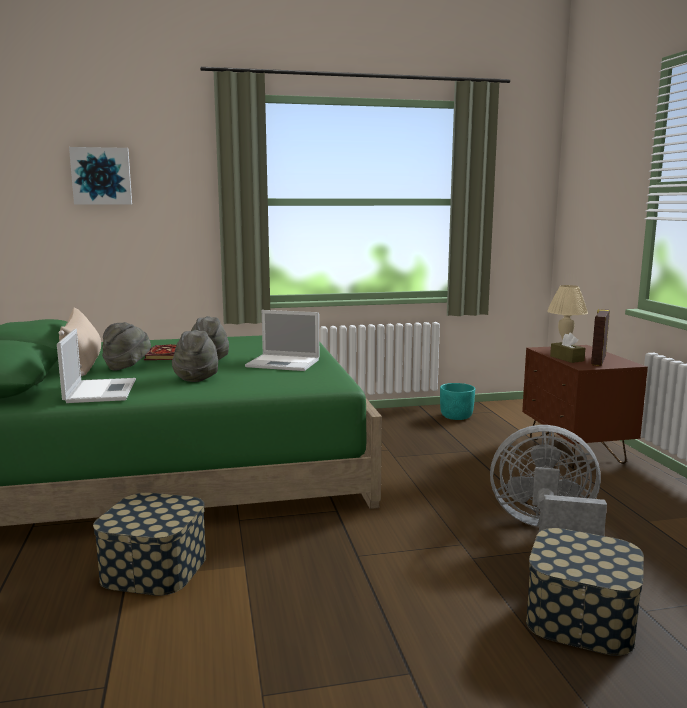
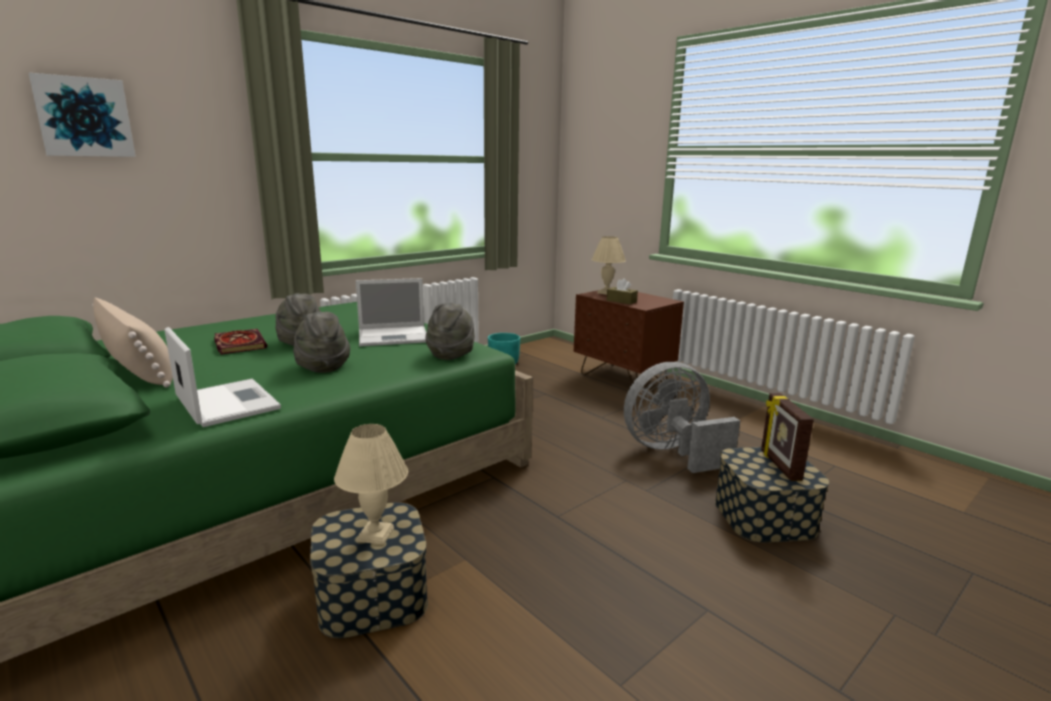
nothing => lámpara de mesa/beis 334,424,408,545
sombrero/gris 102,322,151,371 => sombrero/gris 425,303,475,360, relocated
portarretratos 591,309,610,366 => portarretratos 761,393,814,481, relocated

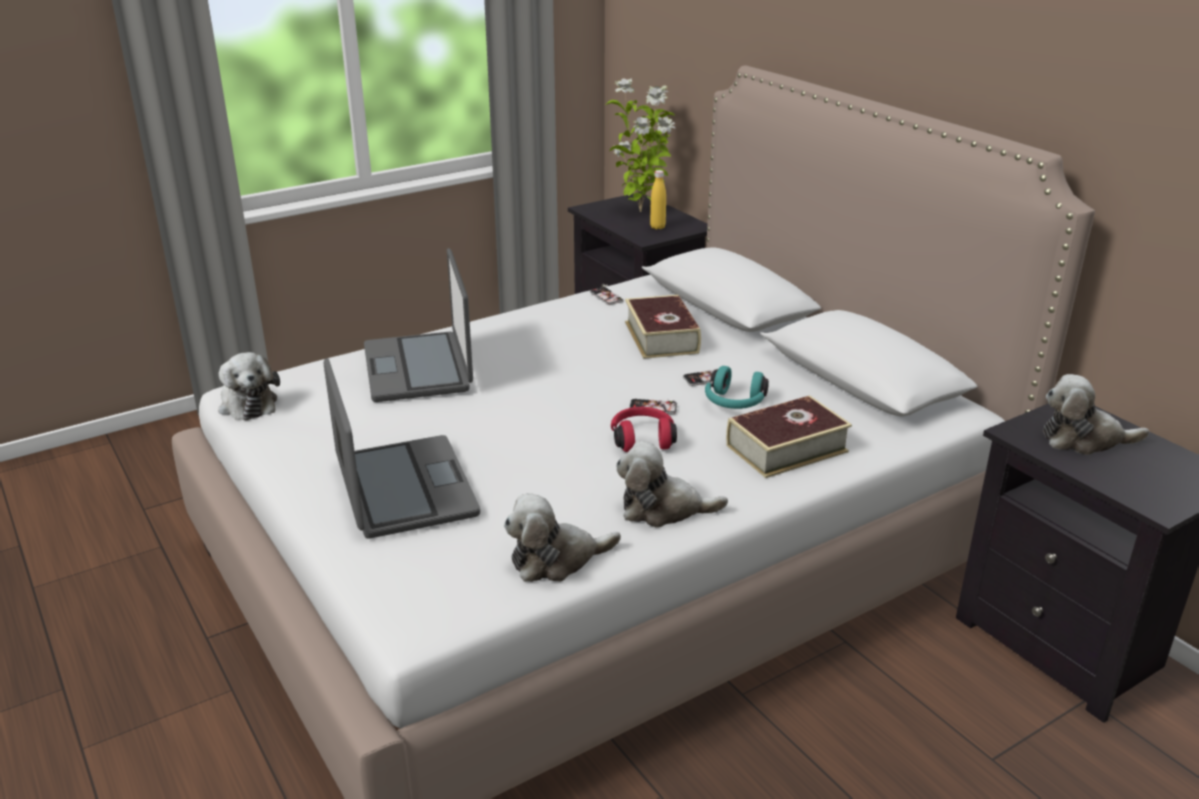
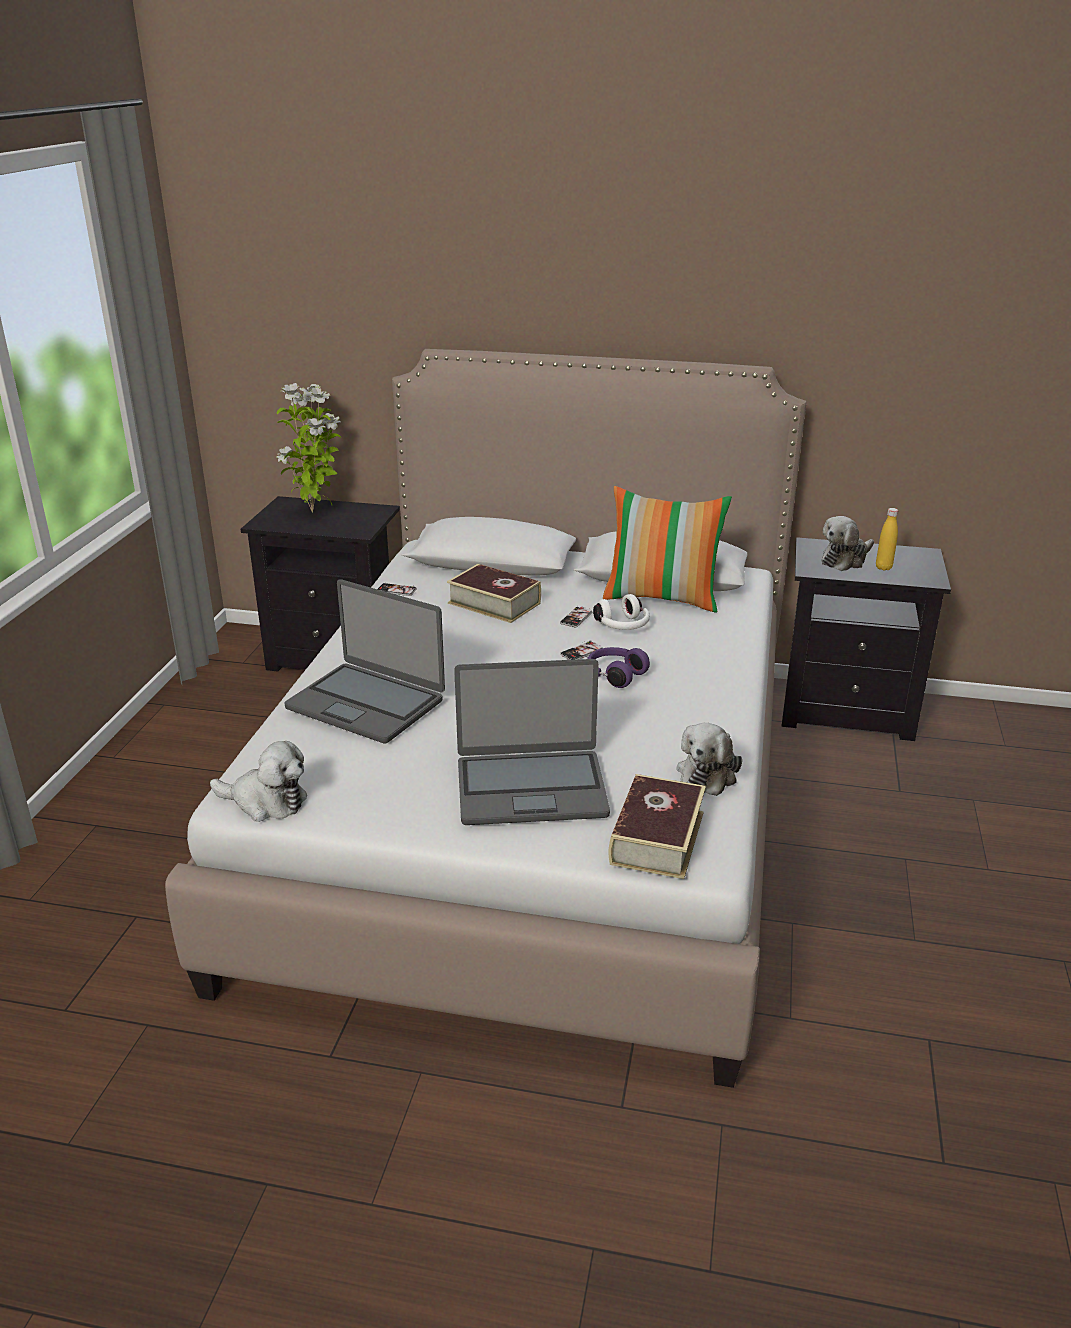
peluche 616,441,728,528 => nothing
nothing => cojín 603,486,732,612
botella/amarillo 650,170,666,229 => botella/amarillo 876,508,898,570, relocated
libro 726,395,852,478 => libro 609,774,706,879, relocated
auriculares/rojo 611,407,677,452 => auriculares/morado 587,647,650,688
auriculares/turquesa 705,366,769,409 => auriculares/blanco 593,594,650,630
portátil 324,358,480,538 => portátil 454,659,610,825, 150 degrees clockwise

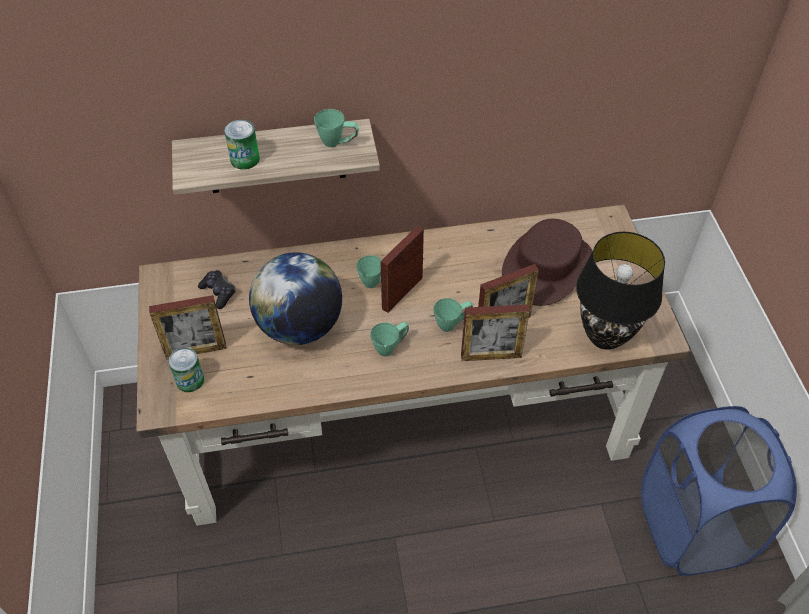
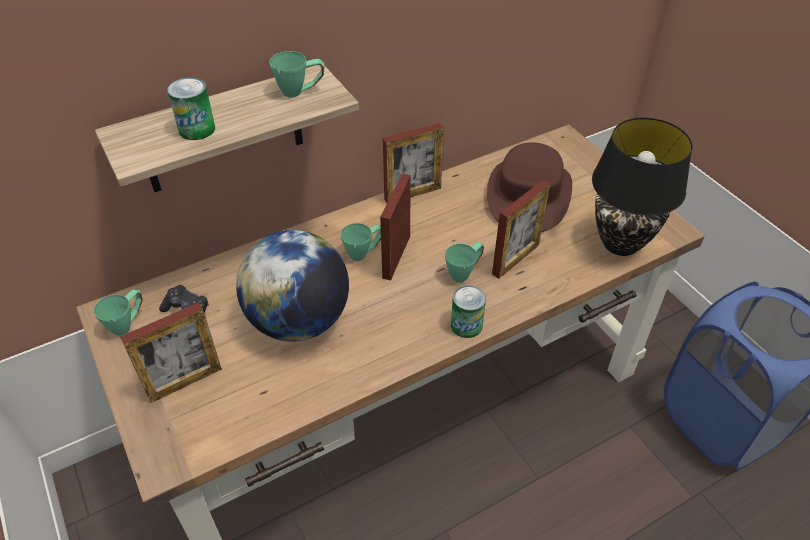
lata 168,348,204,392 => lata 451,285,486,338, relocated
taza grande/verde 370,322,409,357 => taza grande/verde 94,289,143,336, relocated
portarretratos 461,304,530,361 => portarretratos 383,123,444,203, relocated

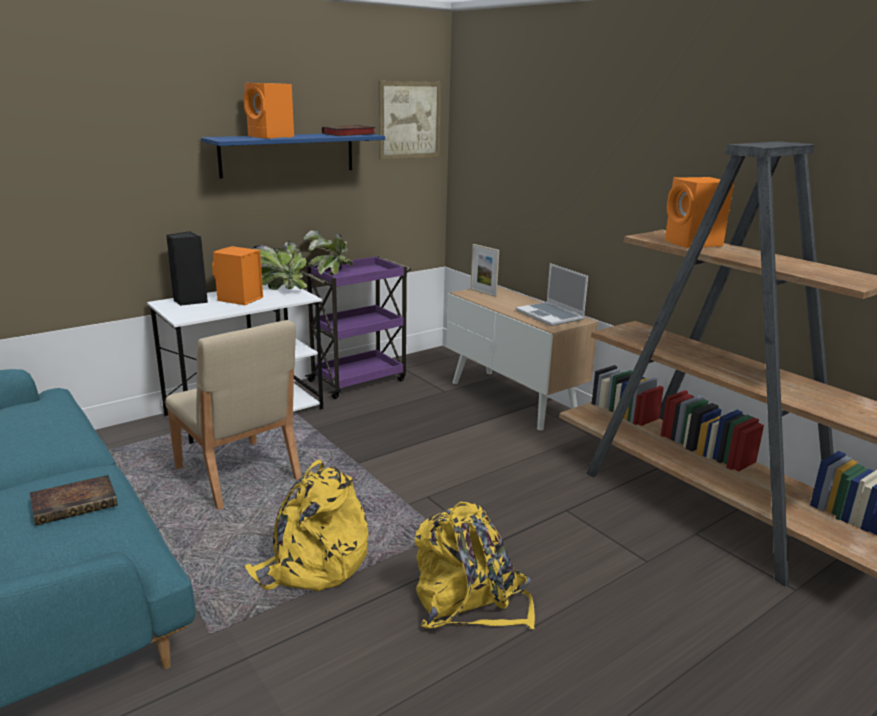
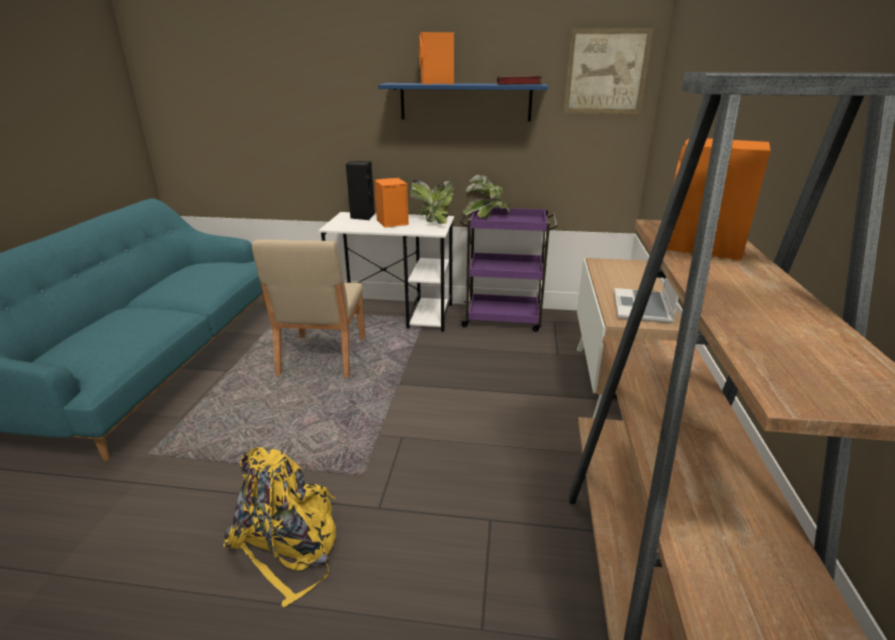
libro 30,475,118,526 => nothing
mochila/amarillo 244,460,368,591 => nothing
portarretratos 471,244,499,297 => nothing

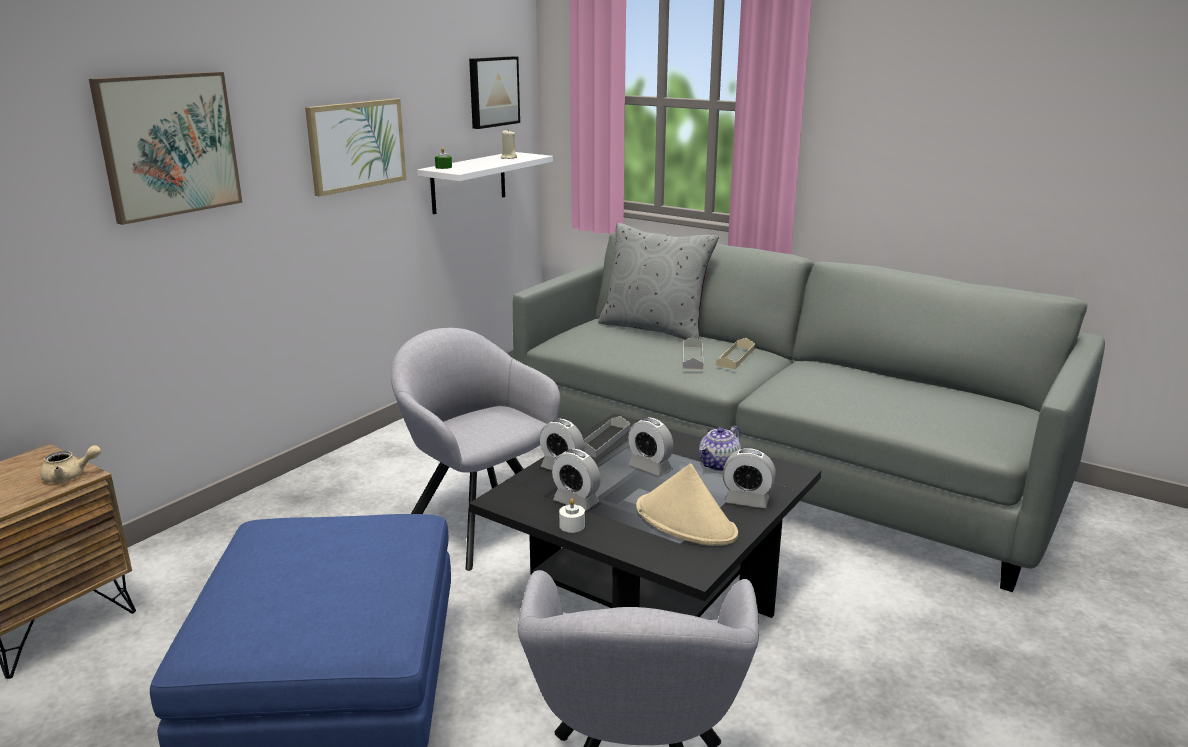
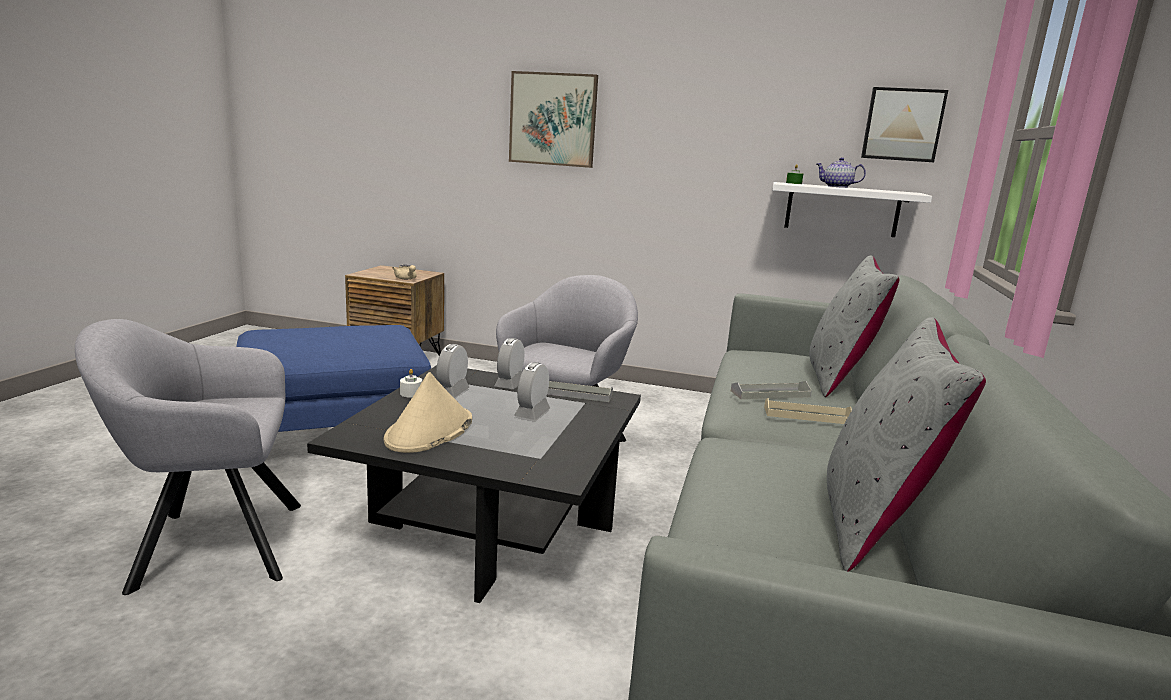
cuadro 305,98,406,197 => nothing
vela/beis 501,130,517,159 => nothing
despertador 723,448,776,508 => nothing
nothing => cojín/gris 827,317,986,572
tetera 699,426,741,471 => tetera 816,157,866,188, relocated

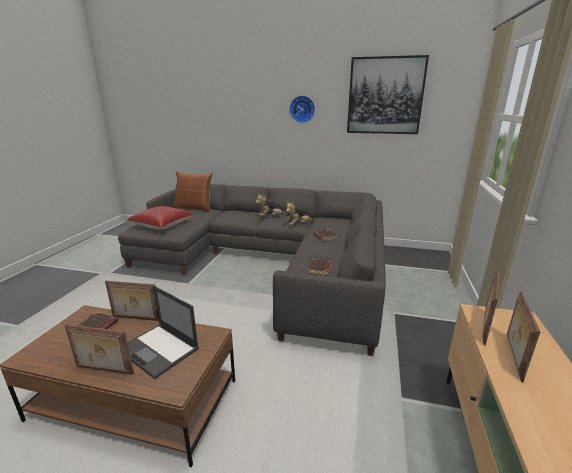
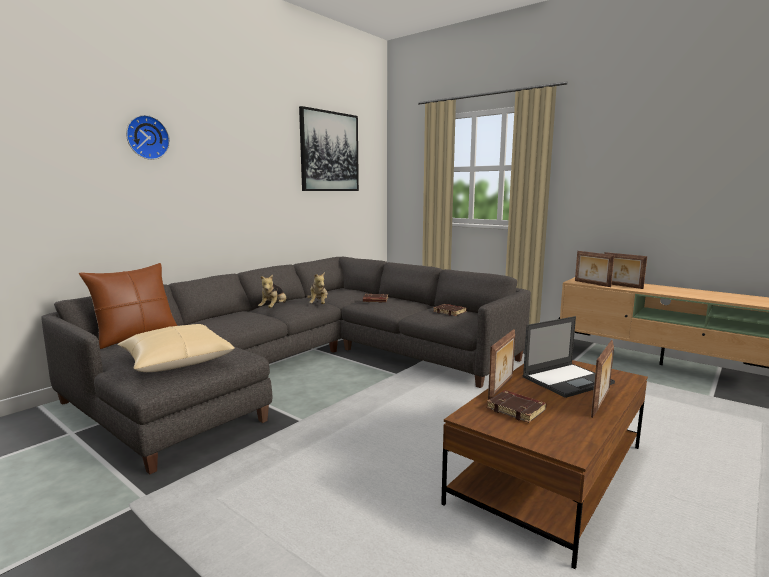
reloj de pared 289,95,315,123 => reloj de pared 126,115,170,160, relocated
cojín/rojo 128,206,194,229 => cojín/beis 117,324,235,372

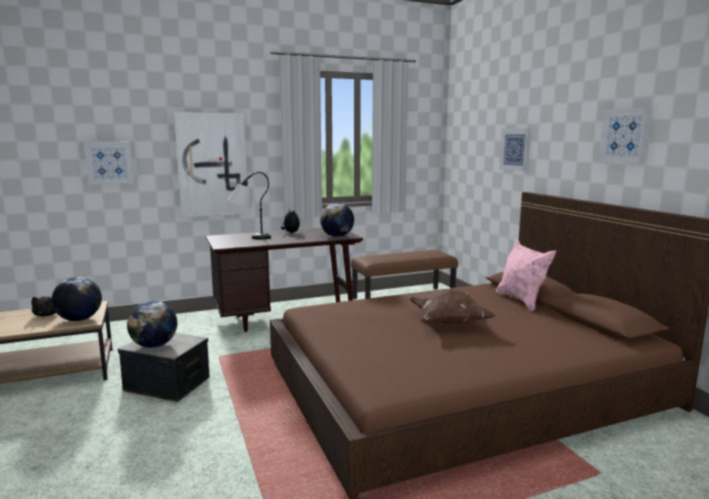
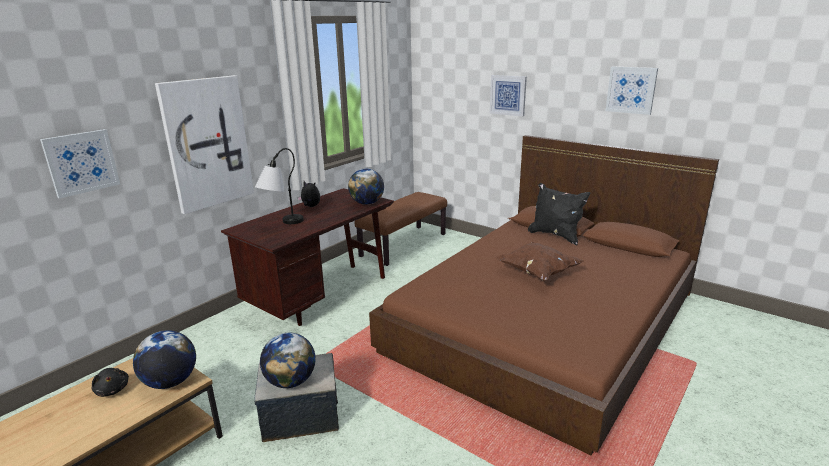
cojín/rosa 496,239,557,312 => cojín/negro 528,183,590,245

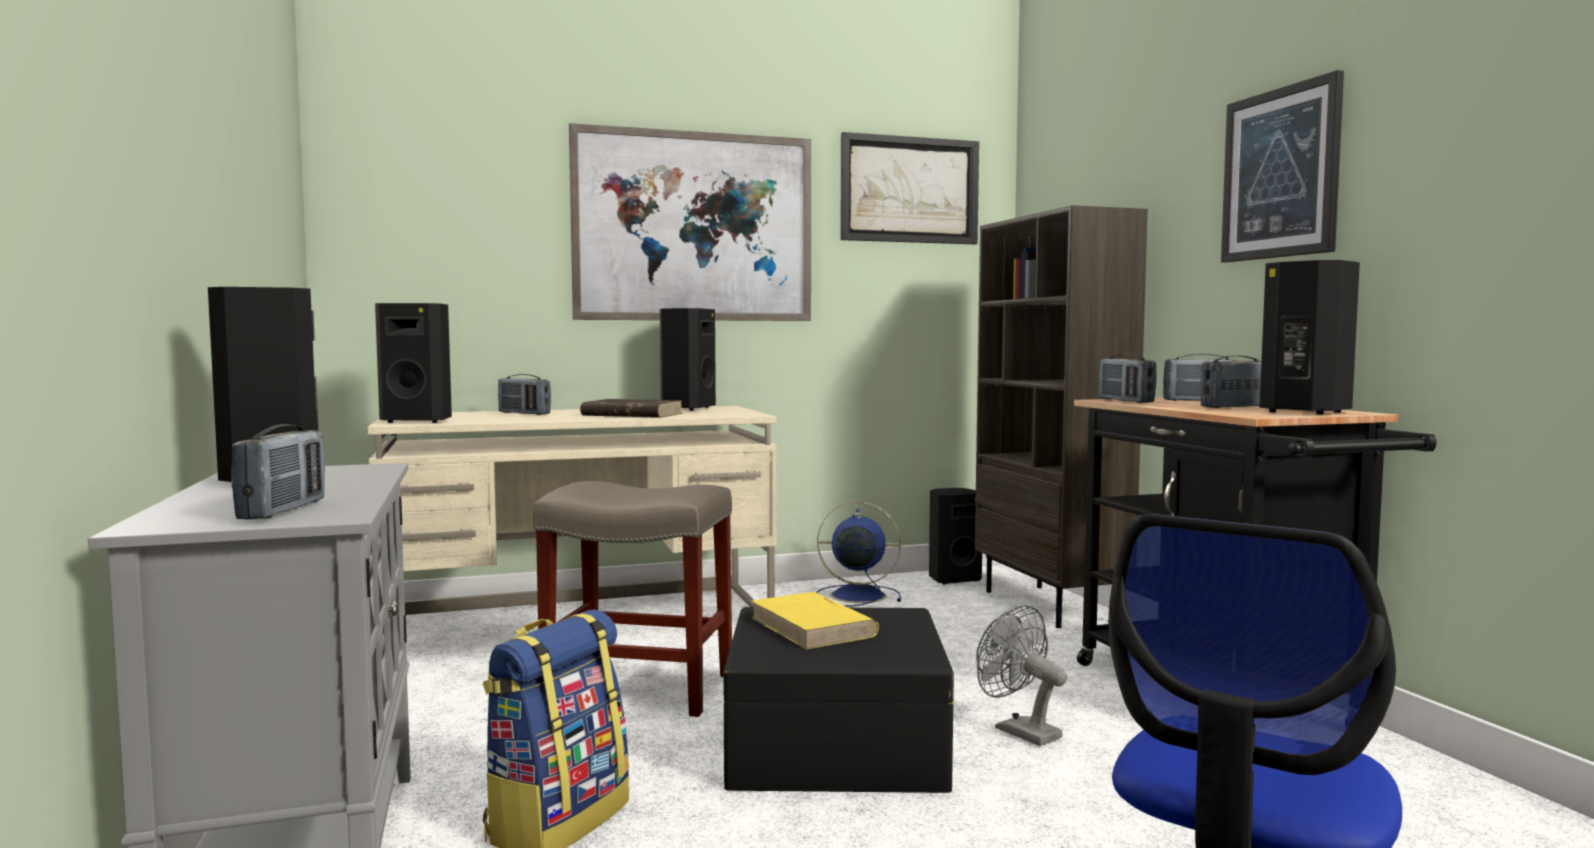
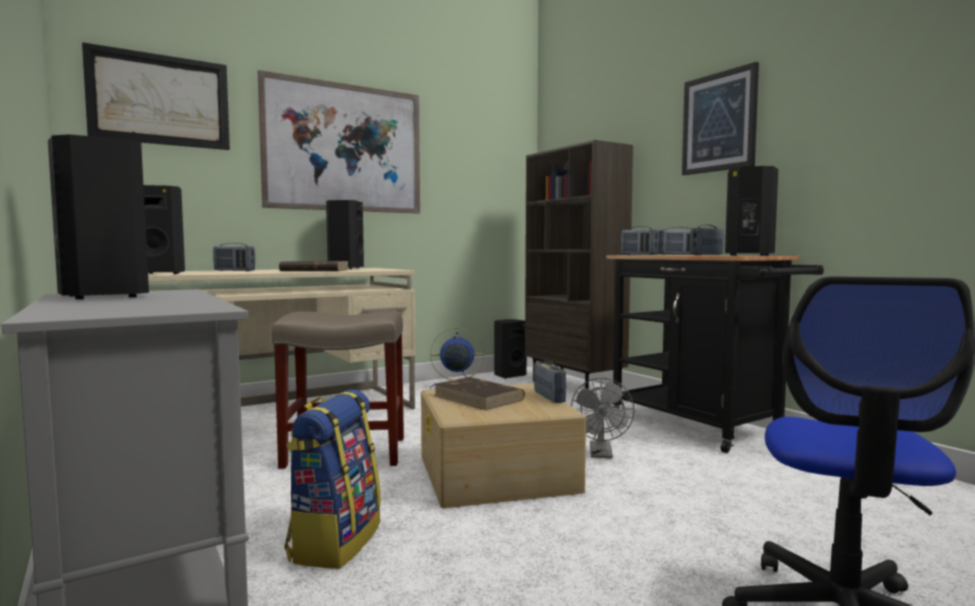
radio 231,424,325,520 => radio 534,360,566,403, relocated
cuadro 840,132,979,244 => cuadro 82,42,230,150, relocated
caja de almacenaje/negro 723,607,955,793 => caja de almacenaje/beis 421,384,587,508
libro/amarillo 751,592,879,650 => libro/marrón 434,377,525,410
ventilador/gris 976,605,1067,746 => ventilador/gris 571,378,635,458, 120 degrees counterclockwise

